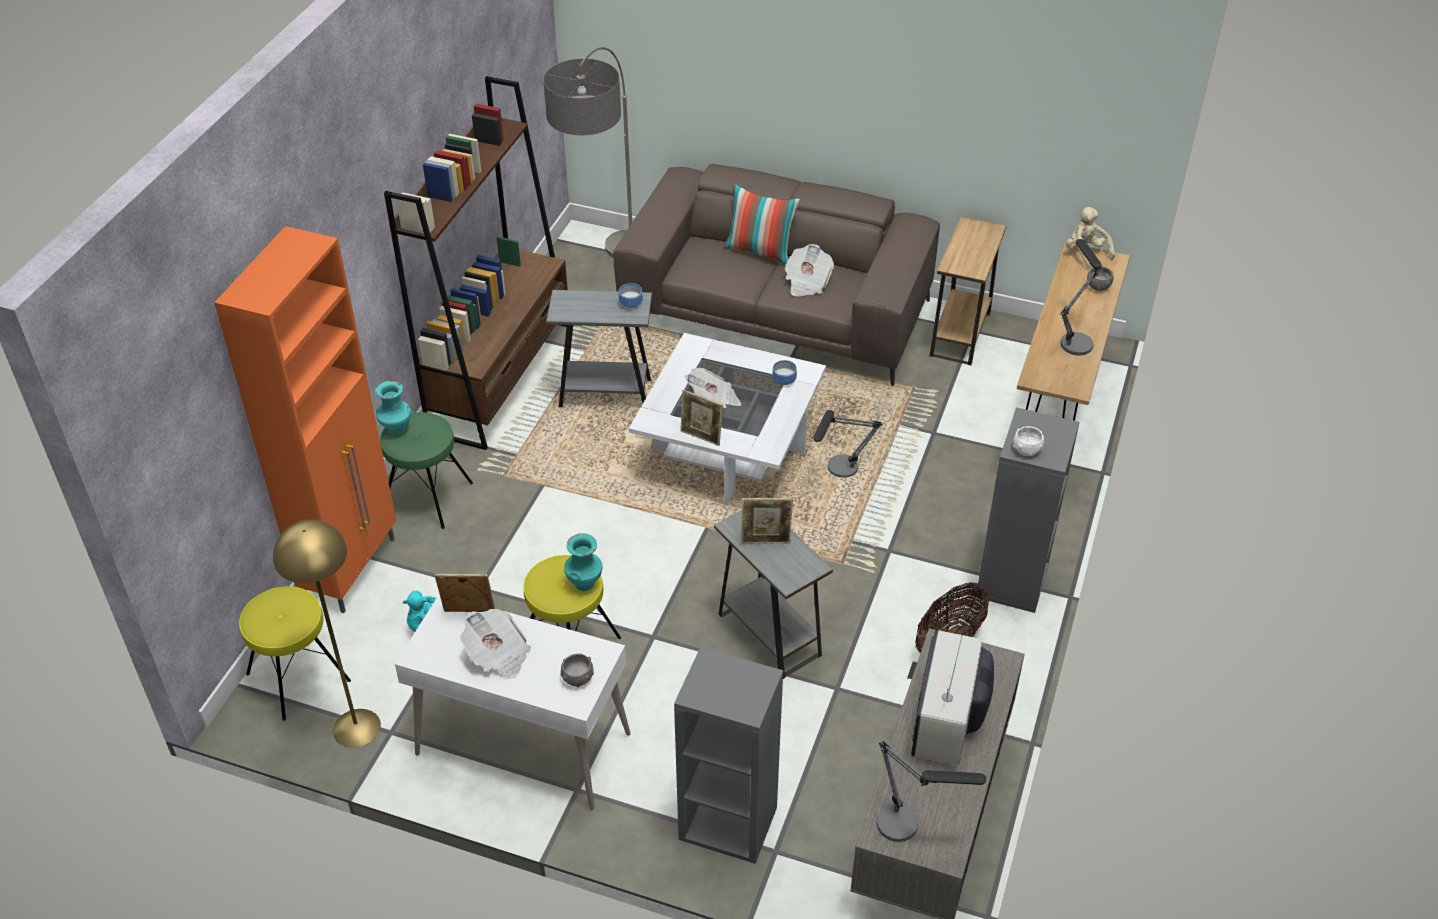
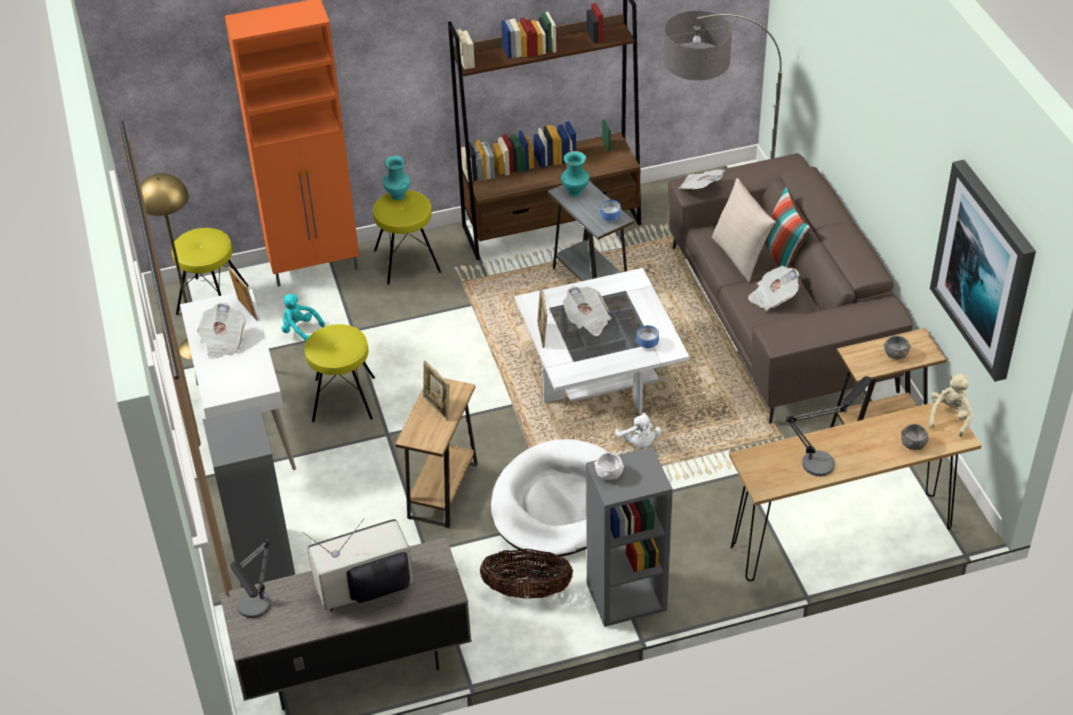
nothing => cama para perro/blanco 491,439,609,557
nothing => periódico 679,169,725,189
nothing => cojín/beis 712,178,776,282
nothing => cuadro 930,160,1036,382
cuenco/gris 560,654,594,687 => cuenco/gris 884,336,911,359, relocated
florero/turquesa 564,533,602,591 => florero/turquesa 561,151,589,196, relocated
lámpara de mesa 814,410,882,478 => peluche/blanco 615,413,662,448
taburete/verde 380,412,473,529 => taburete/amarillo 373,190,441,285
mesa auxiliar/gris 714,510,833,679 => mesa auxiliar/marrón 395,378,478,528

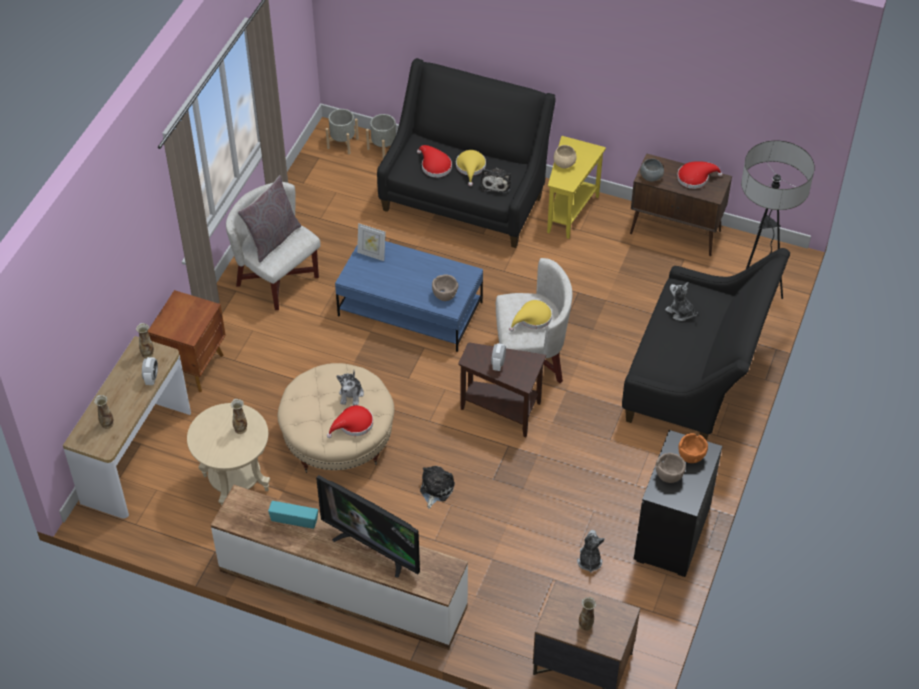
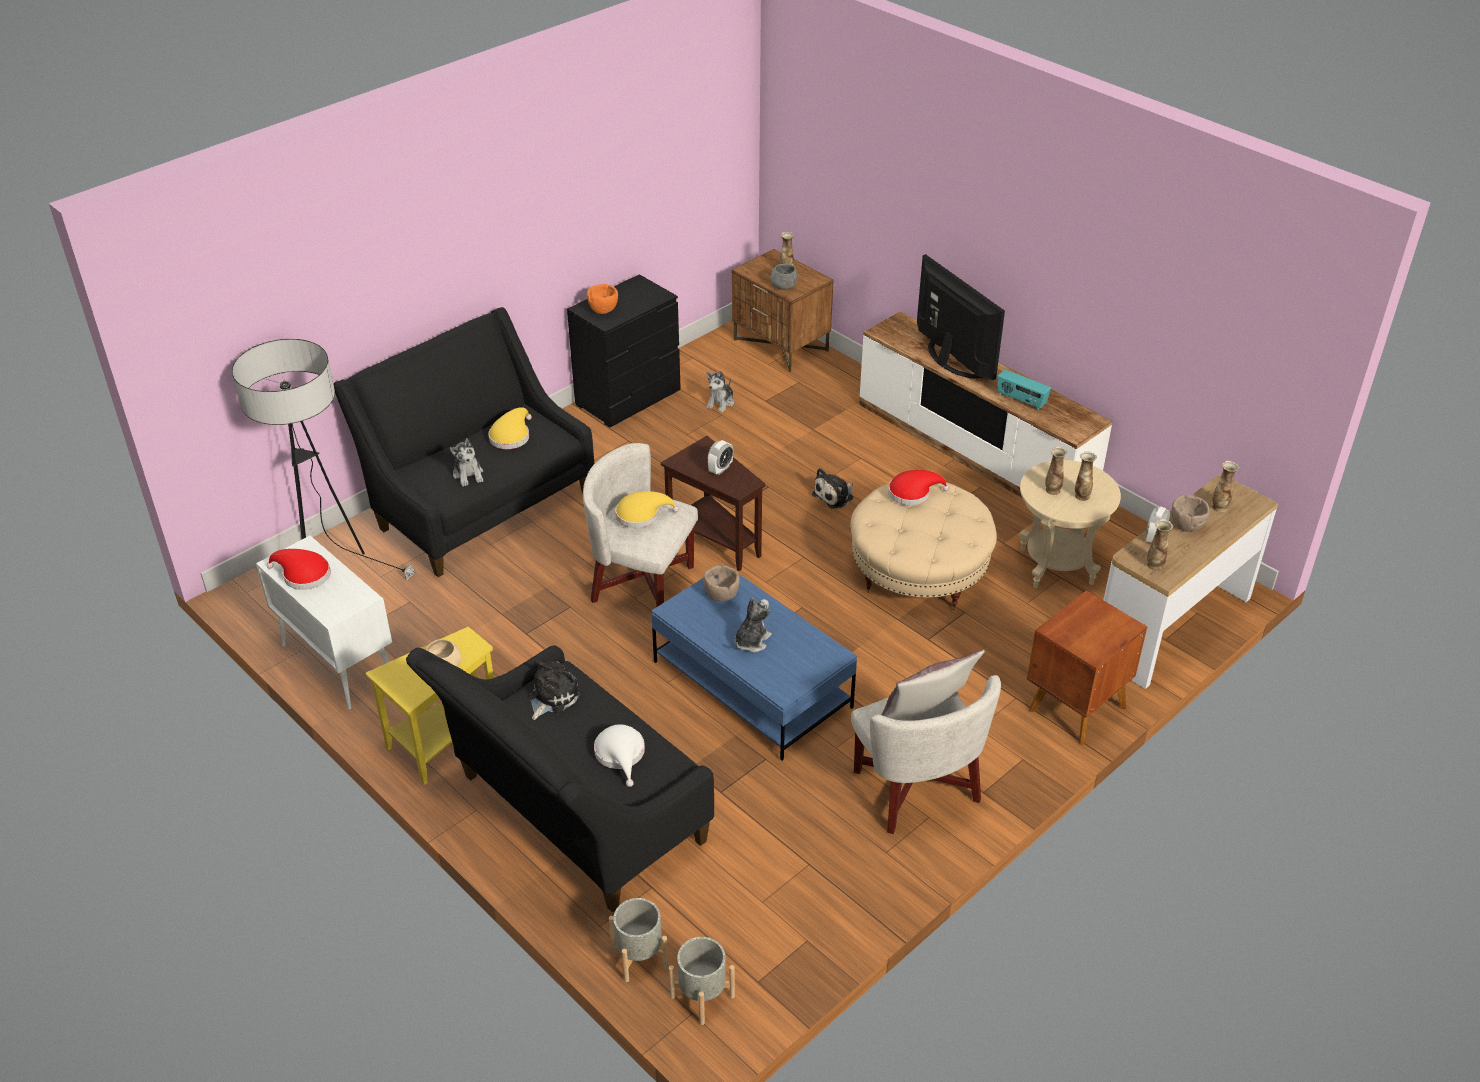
portarretratos 357,223,386,261 => nothing
nothing => florero 1075,451,1097,501
peluche 336,371,364,406 => peluche 734,597,772,653, relocated
sombrero/amarillo 456,150,486,186 => sombrero/amarillo 488,407,532,449, relocated
cuenco/gris 640,159,664,181 => cuenco/gris 771,264,798,290, relocated
cuenco/marrón 656,453,686,483 => cuenco/marrón 1172,495,1210,532, relocated
sombrero/rojo 417,145,452,177 => sombrero/blanco 594,724,645,787
armario/marrón 630,153,732,256 => armario/blanco 256,536,392,710

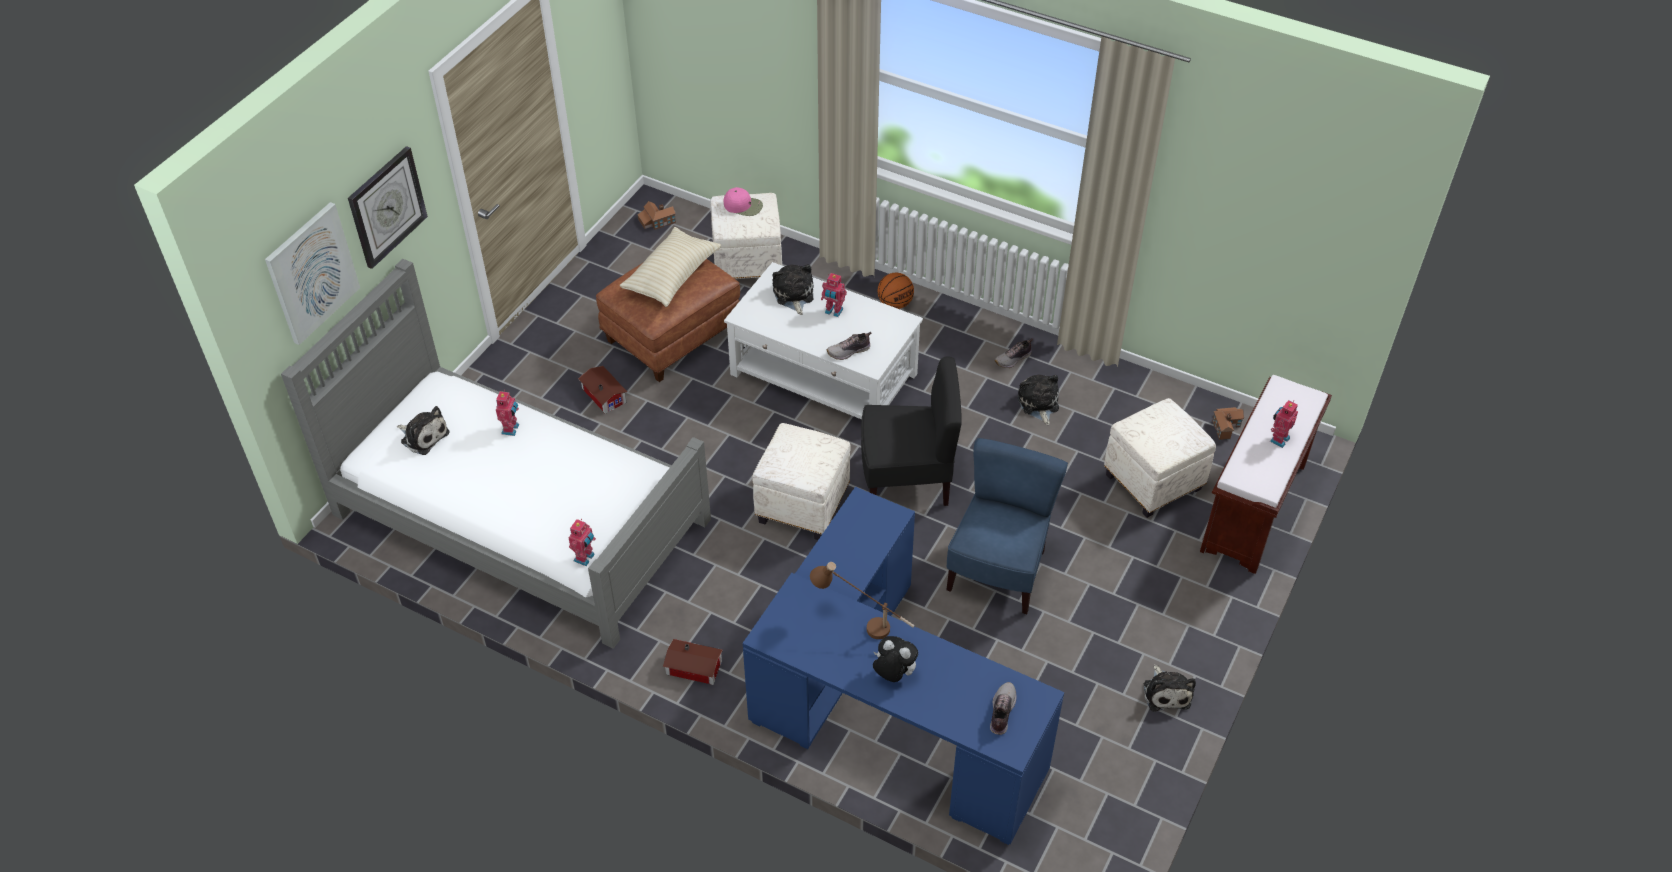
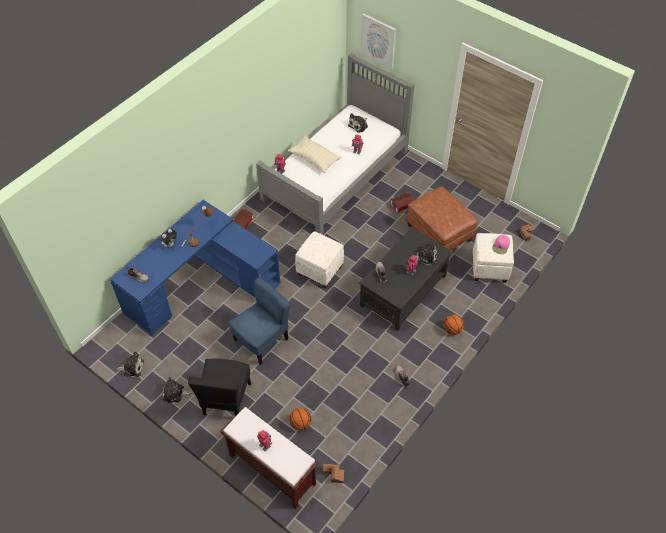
reloj de pared 348,146,428,269 => nothing
cojín/beis 620,227,721,307 => cojín/beis 288,136,341,173, relocated
silla/negro 861,356,961,506 => silla/negro 188,358,251,416, relocated
peluche 1018,374,1059,425 => peluche 117,352,144,377, relocated
puf/blanco 1104,398,1216,518 => balón de baloncesto 289,408,311,430
mesa de centro/blanco 724,262,923,419 => mesa de centro/negro 359,228,452,331
silla/azul 946,438,1068,614 => silla/azul 229,277,290,365, 75 degrees counterclockwise

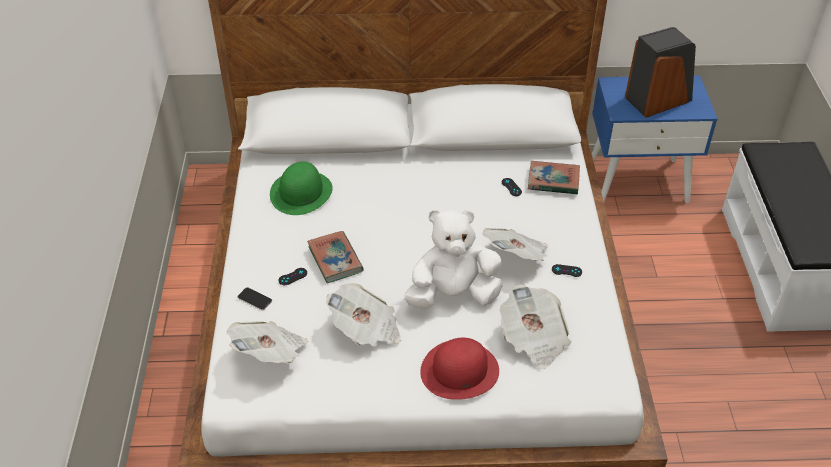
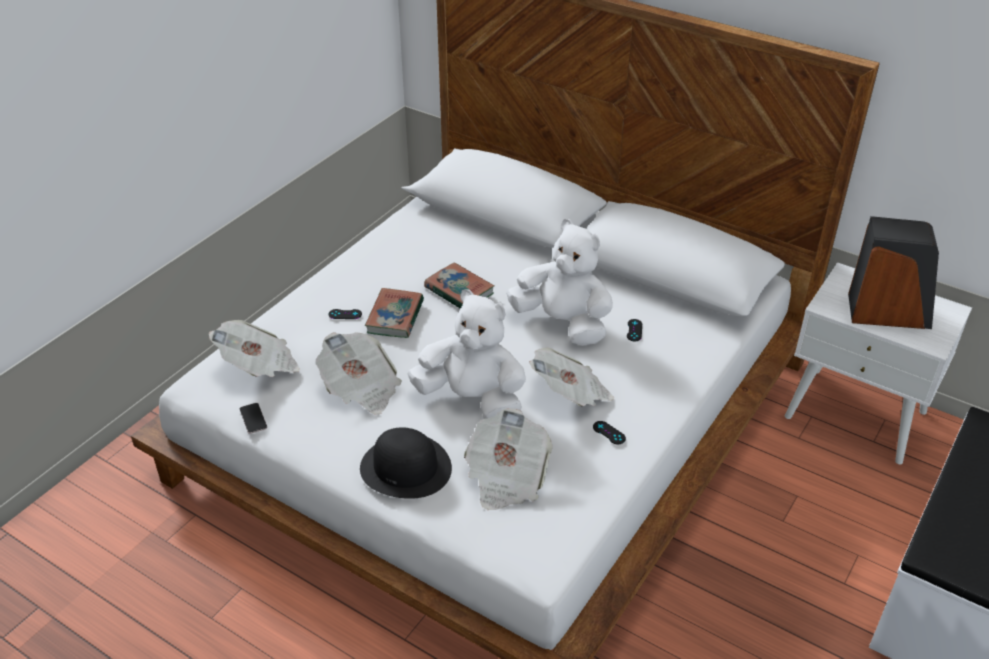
sombrero/verde 270,161,333,215 => nothing
nothing => peluche/blanco 506,219,613,346
móvil 237,287,272,310 => móvil 240,403,267,434, relocated
libro 528,161,580,194 => libro 424,262,494,309, relocated
sombrero/rojo 420,338,499,400 => sombrero/negro 360,427,452,499
mesita de noche/azul 592,75,718,203 => mesita de noche/blanco 785,262,972,464

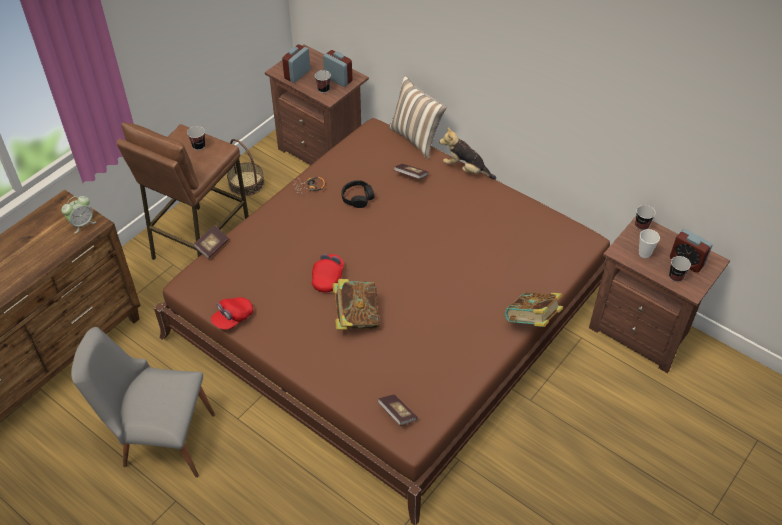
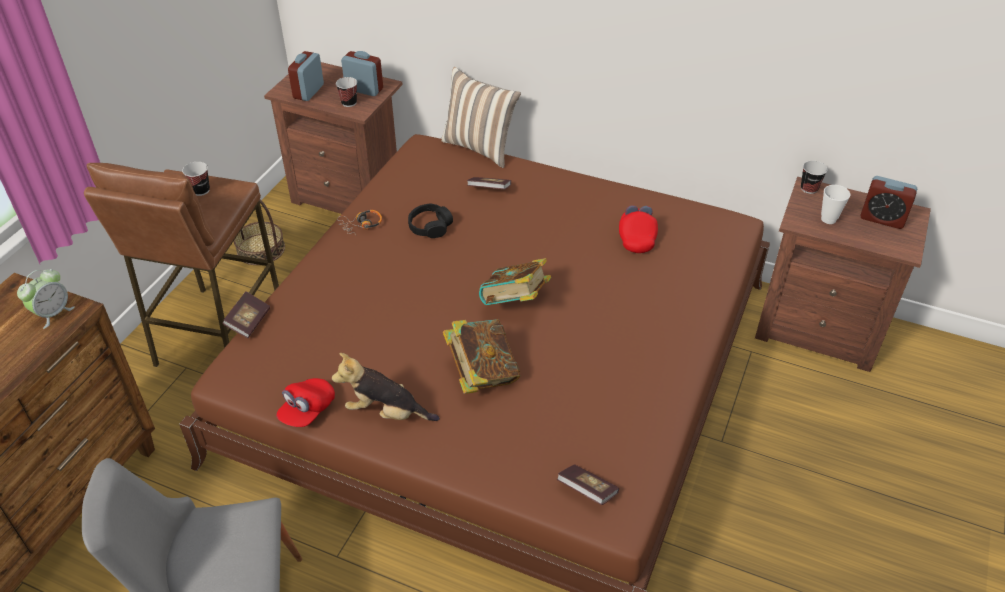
taza 669,256,691,282 => nothing
gorra/rojo 312,254,344,293 => gorra/rojo 619,205,658,253, relocated
peluche 439,127,496,179 => peluche 332,353,439,421, relocated
libro 505,292,563,327 => libro 479,258,551,305, relocated

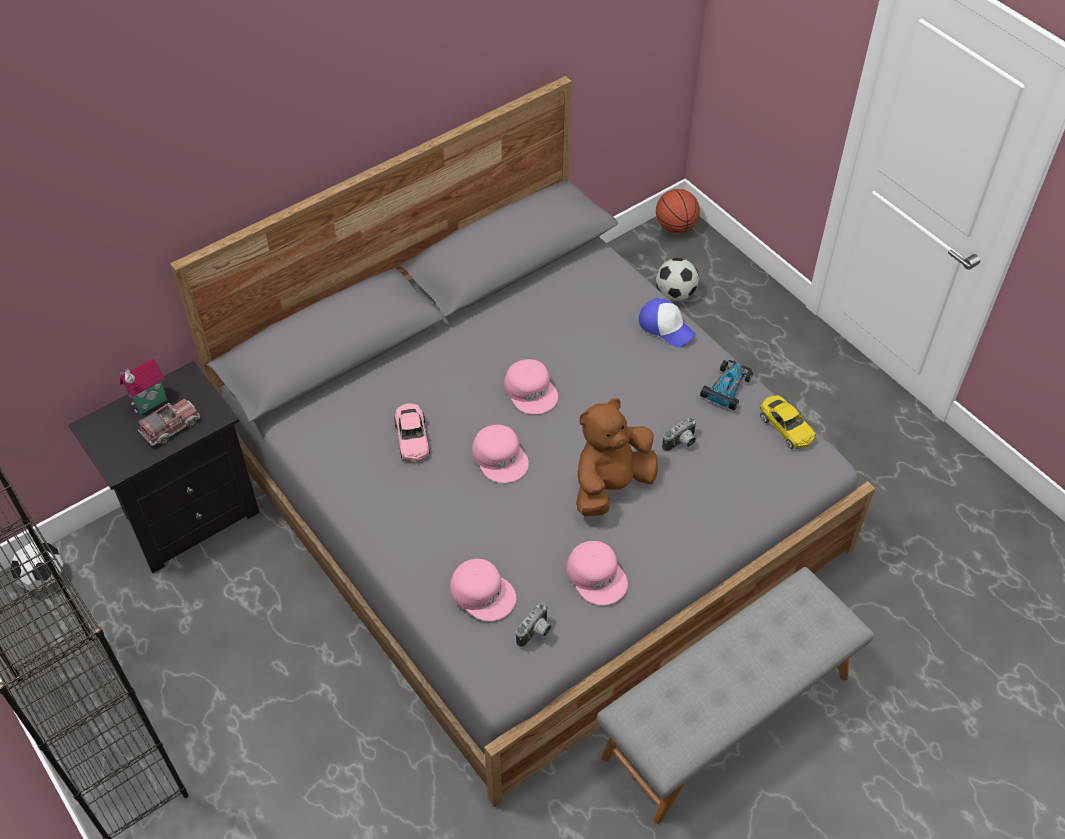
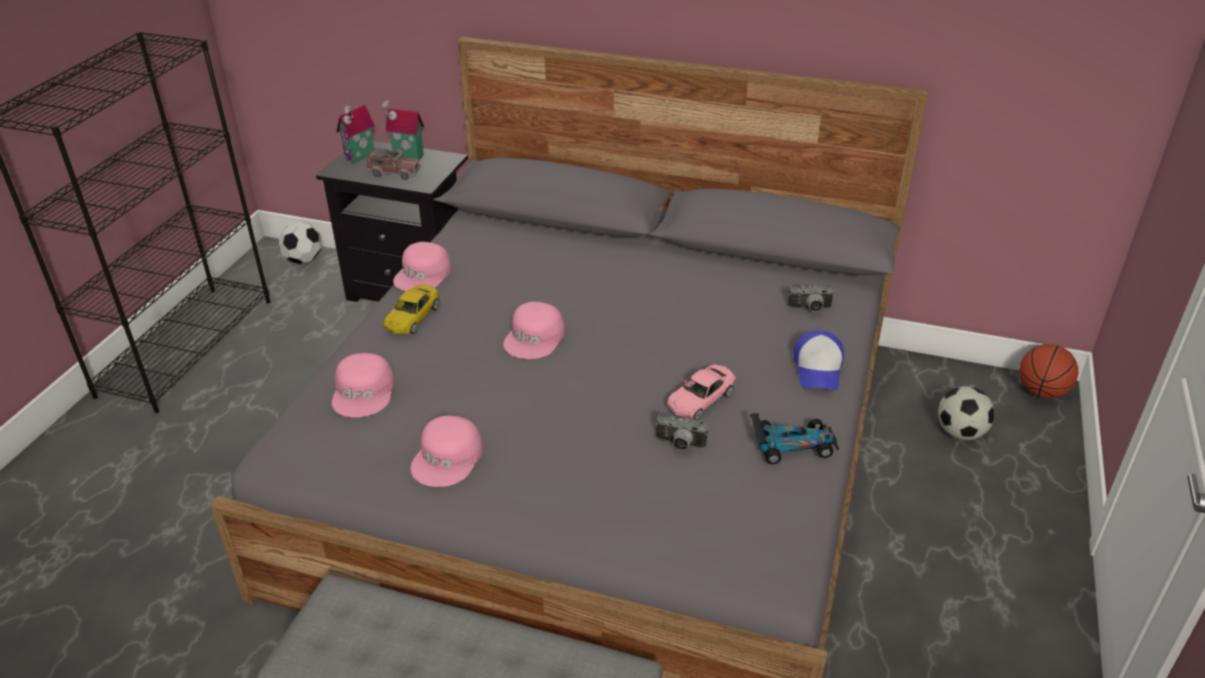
peluche/marrón 576,398,658,516 => nothing
nothing => casita 336,104,375,163
coche de juguete/rosa 394,403,430,461 => coche de juguete/rosa 667,364,736,420, relocated
gorra/rosa 504,359,558,414 => gorra/rosa 393,242,451,291, relocated
cámara 516,603,551,647 => cámara 788,283,834,312, relocated
coche de juguete/amarillo 760,395,816,449 => coche de juguete/amarillo 383,285,440,334, relocated

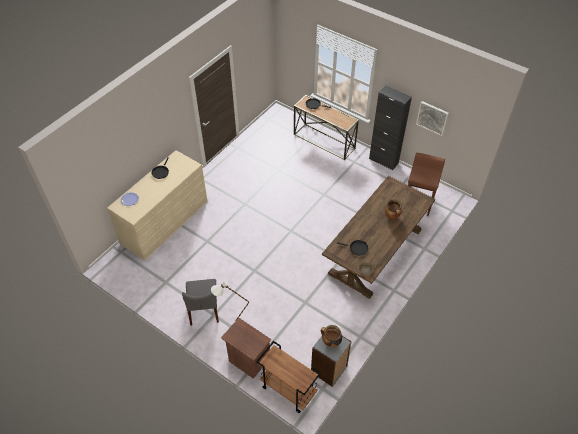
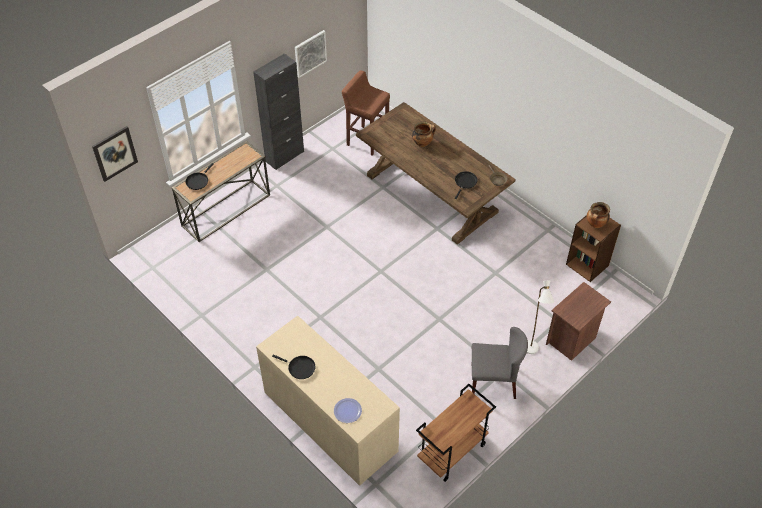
nothing => cuadro 92,126,138,182
carrito/marrón 256,341,321,413 => carrito/marrón 416,384,496,482, relocated
estantería/gris 311,336,352,387 => estantería/marrón 566,215,621,282

